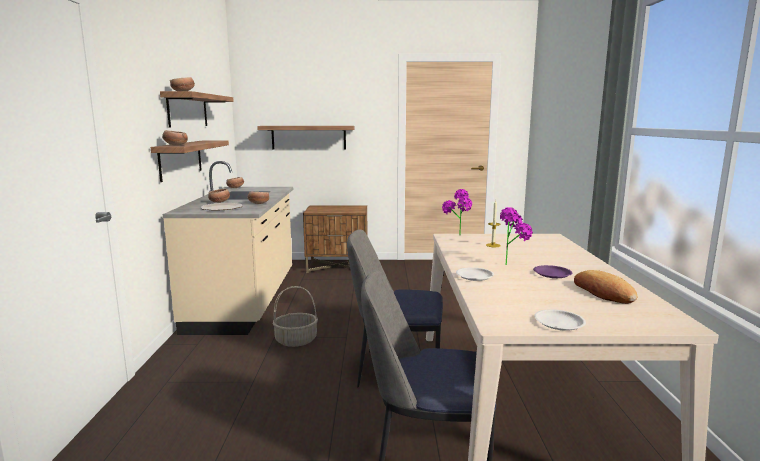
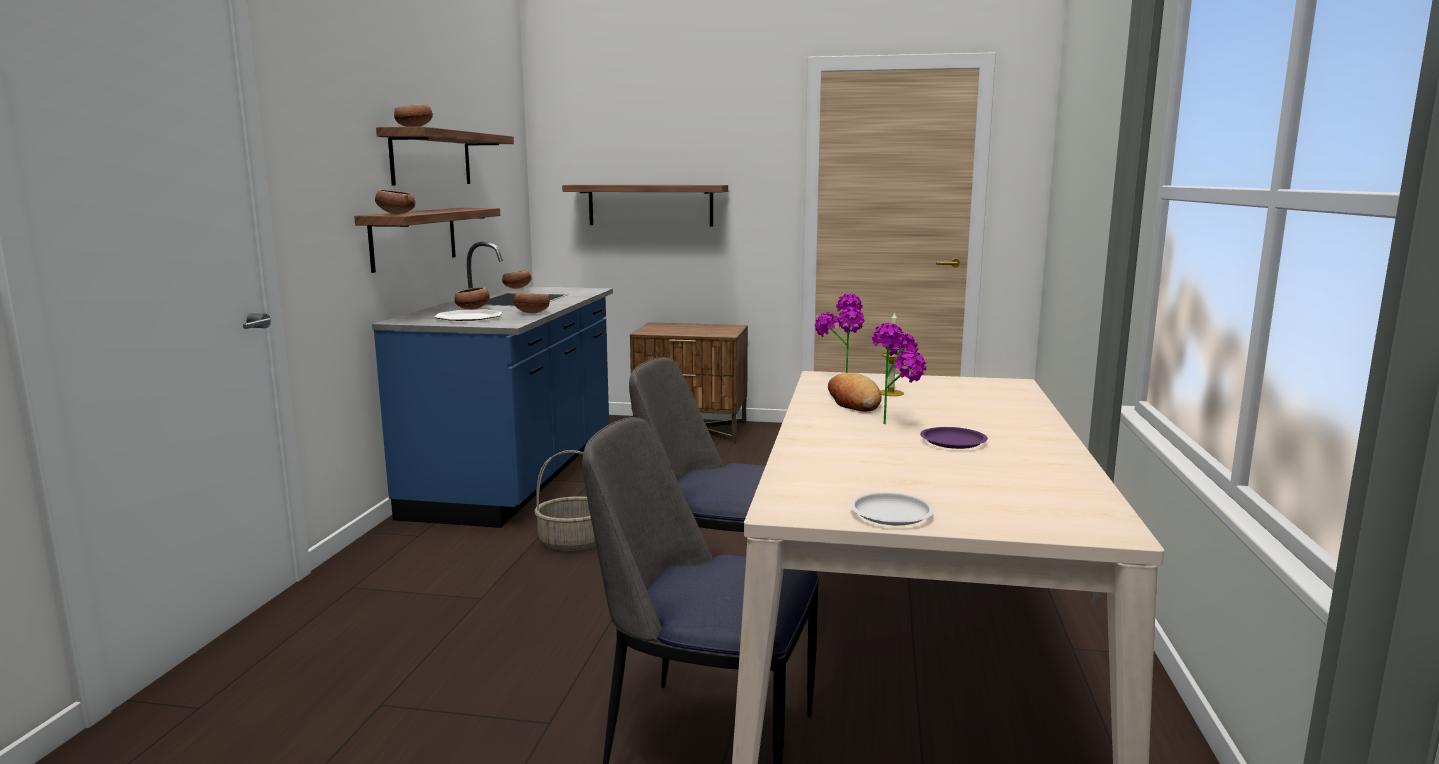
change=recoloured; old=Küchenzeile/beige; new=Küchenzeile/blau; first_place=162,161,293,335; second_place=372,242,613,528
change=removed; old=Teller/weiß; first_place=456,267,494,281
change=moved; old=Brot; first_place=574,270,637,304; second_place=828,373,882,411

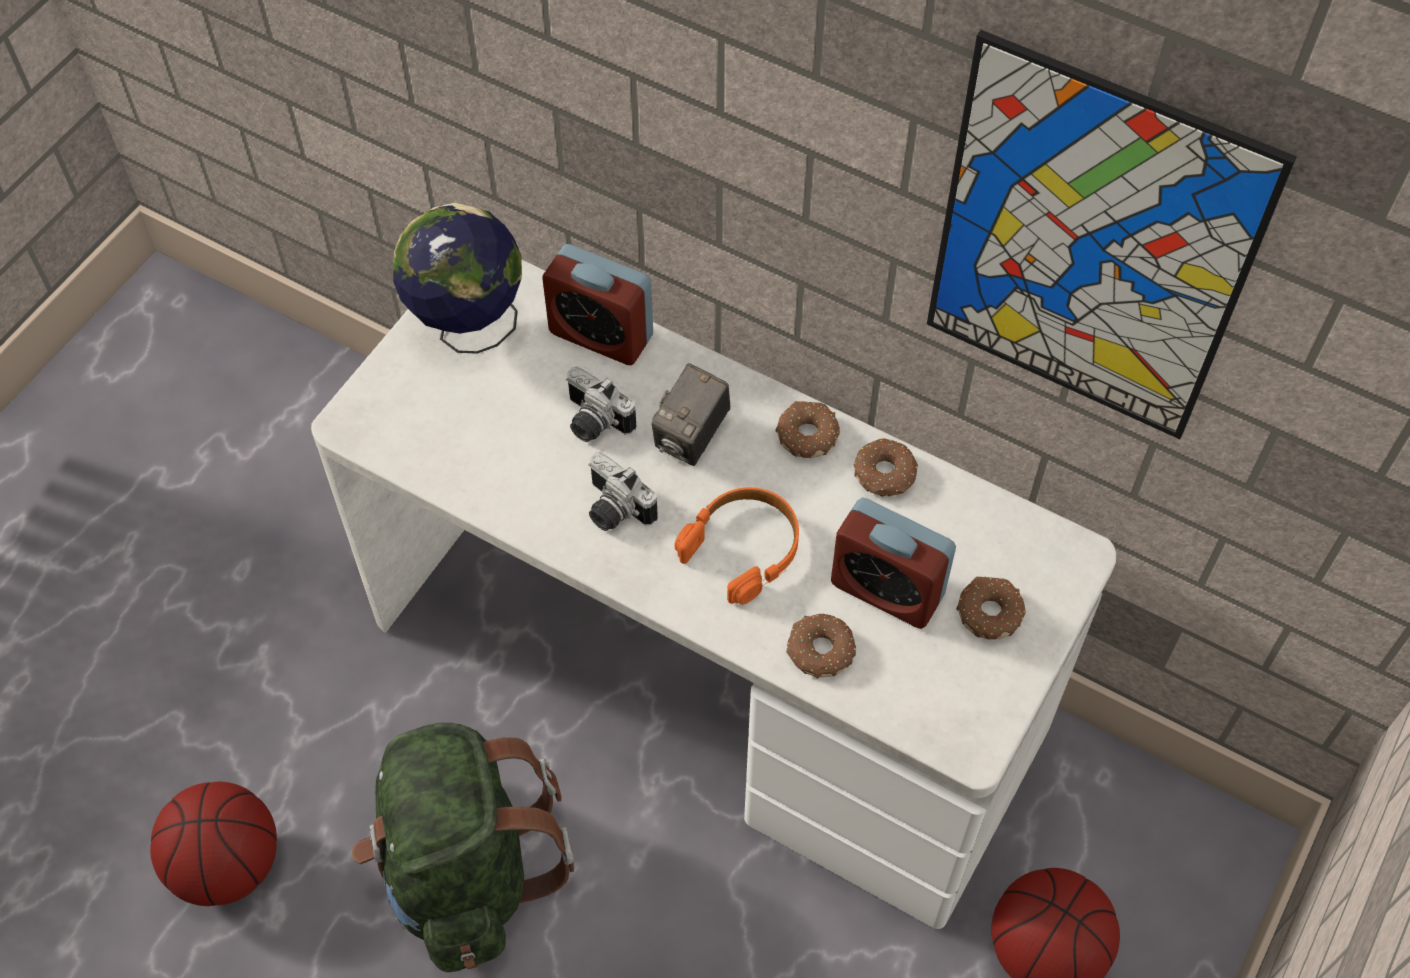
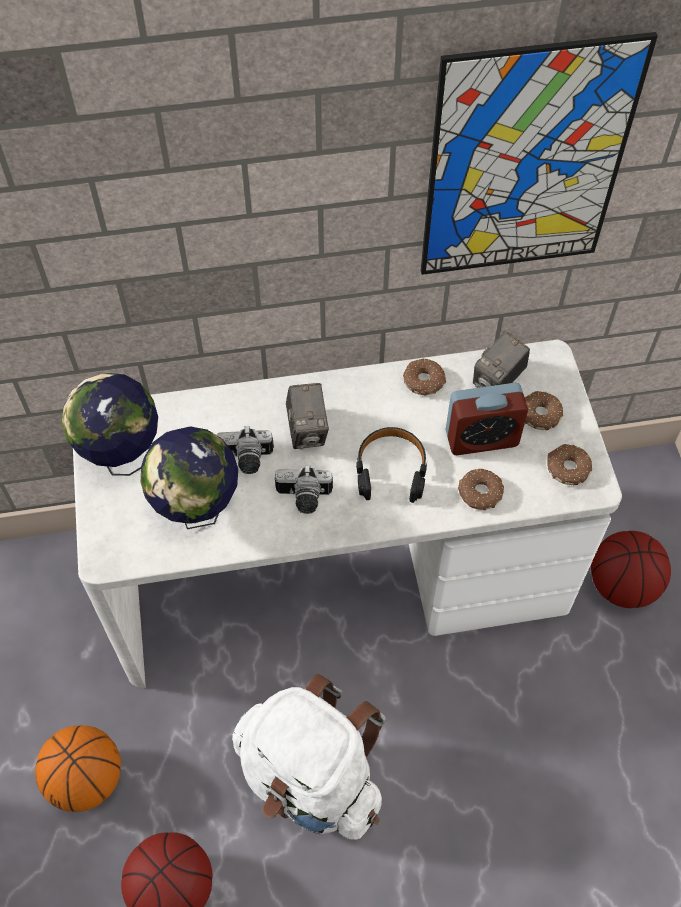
change=recoloured; old=Rucksack/grün; new=Rucksack/weiß; first_place=351,723,574,972; second_place=232,674,386,840
change=removed; old=Wecker; first_place=542,244,653,365
change=recoloured; old=Kopfhörer/orange; new=Kopfhörer/schwarz; first_place=675,487,799,605; second_place=356,427,427,503
change=moved; old=Donut; first_place=775,401,840,458; second_place=547,444,592,485
change=added; new=Basketball; second_place=35,725,121,812
change=added; new=Globus; second_place=140,426,238,529
change=added; new=Kamera; second_place=473,331,530,388

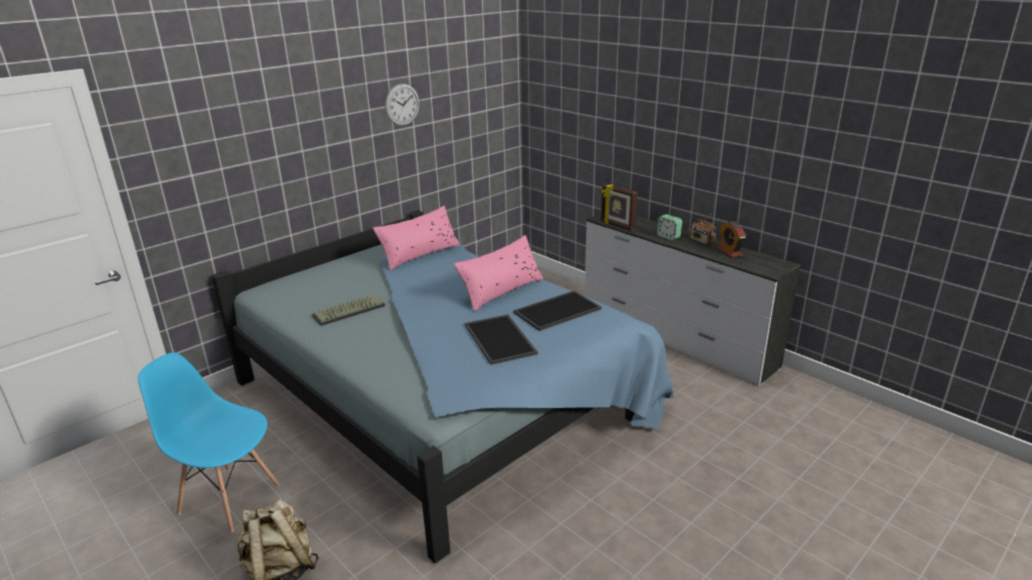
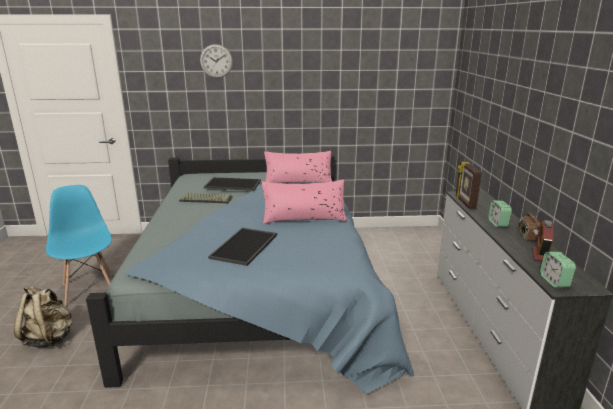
change=moved; old=Wanduhr; first_place=385,84,419,126; second_place=200,44,233,78
change=moved; old=Tablett; first_place=514,291,602,331; second_place=204,177,261,191
change=added; new=Wecker; second_place=540,252,576,288

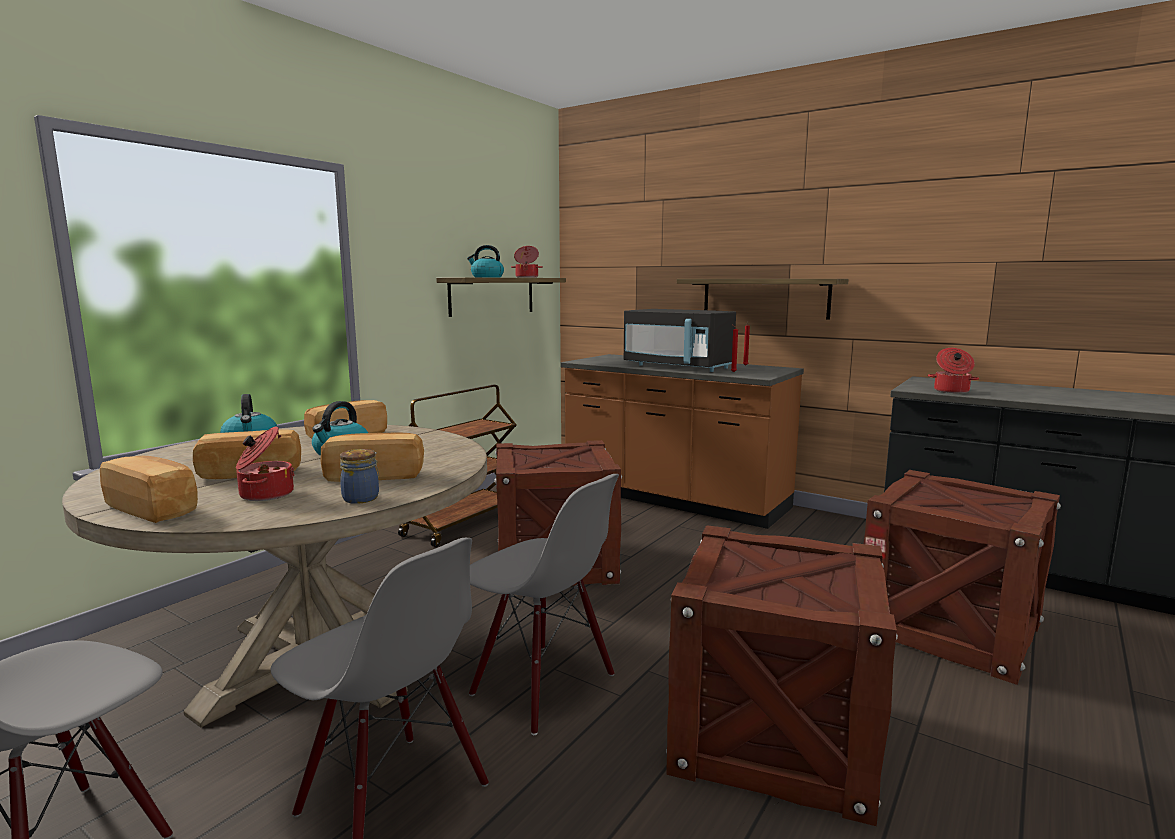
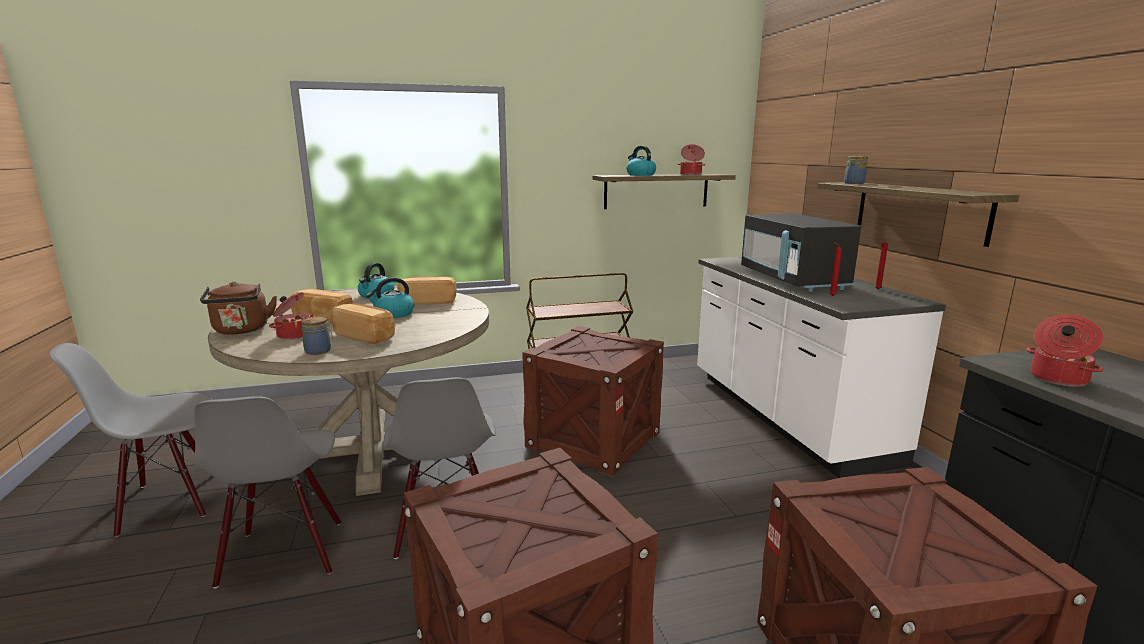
change=replaced; old=Brot; new=Wasserkessel/braun; first_place=100,456,198,523; second_place=200,282,277,335
change=recoloured; old=Küchenzeile/braun; new=Küchenzeile/weiß; first_place=560,354,804,529; second_place=697,257,946,478
change=added; new=Vorratsglas; second_place=844,156,868,184

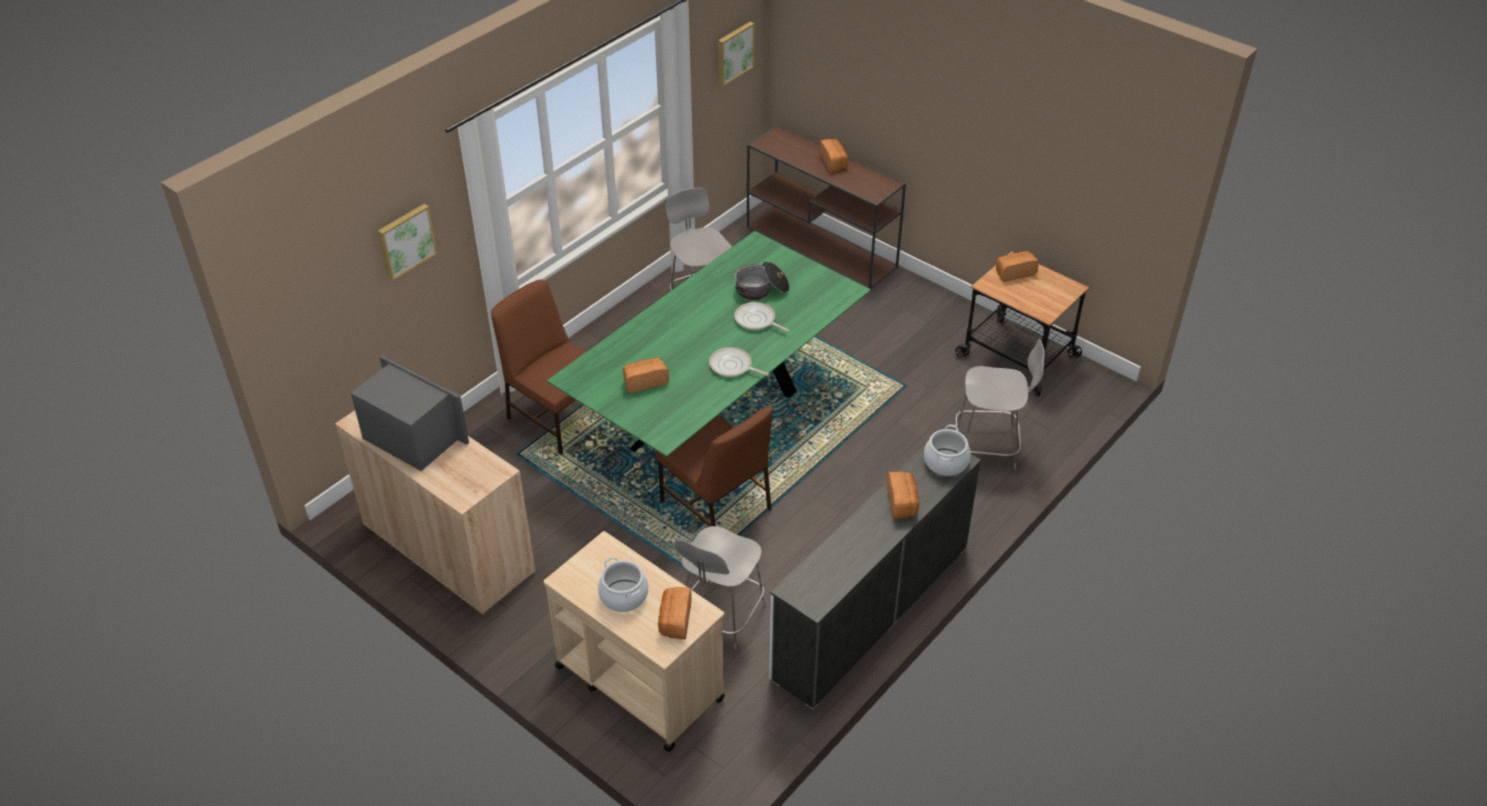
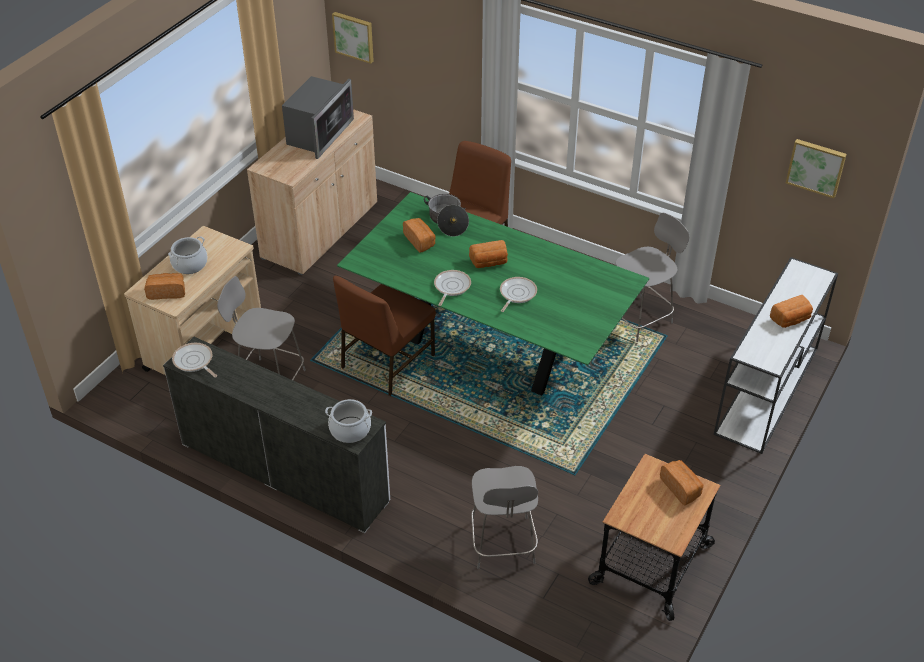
change=moved; old=Bild; first_place=378,204,437,281; second_place=332,12,374,64
change=moved; old=Kochtopf; first_place=735,262,790,300; second_place=424,194,469,237
change=recoloured; old=Konsolentisch/braun; new=Konsolentisch/weiß; first_place=747,125,906,289; second_place=714,257,838,454
change=moved; old=Brot; first_place=887,472,919,519; second_place=469,240,508,268
change=added; new=Pfanne; second_place=172,343,217,378

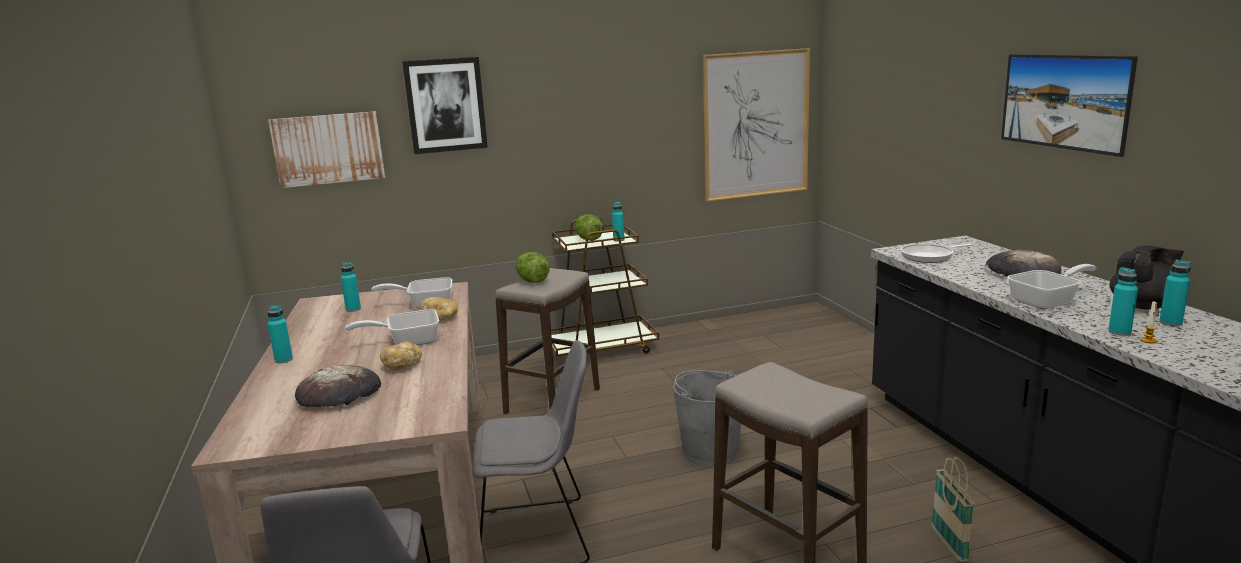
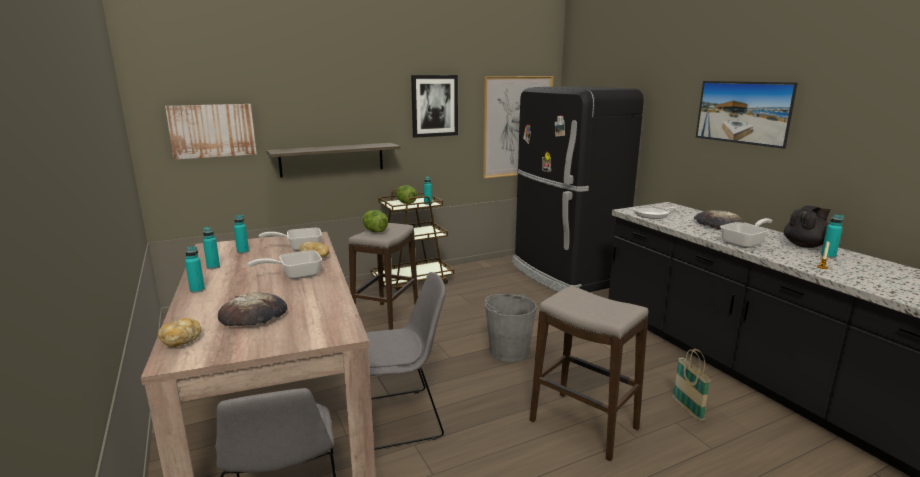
change=moved; old=Brot; first_place=380,341,422,370; second_place=158,318,201,347
change=moved; old=Bild; first_place=402,57,488,154; second_place=411,75,458,138
change=moved; old=Flasche/türkis; first_place=1108,267,1138,336; second_place=203,227,220,269
change=added; new=Wandregal; second_place=266,143,400,178
change=added; new=Kühlschrank/schwarz; second_place=512,86,644,292

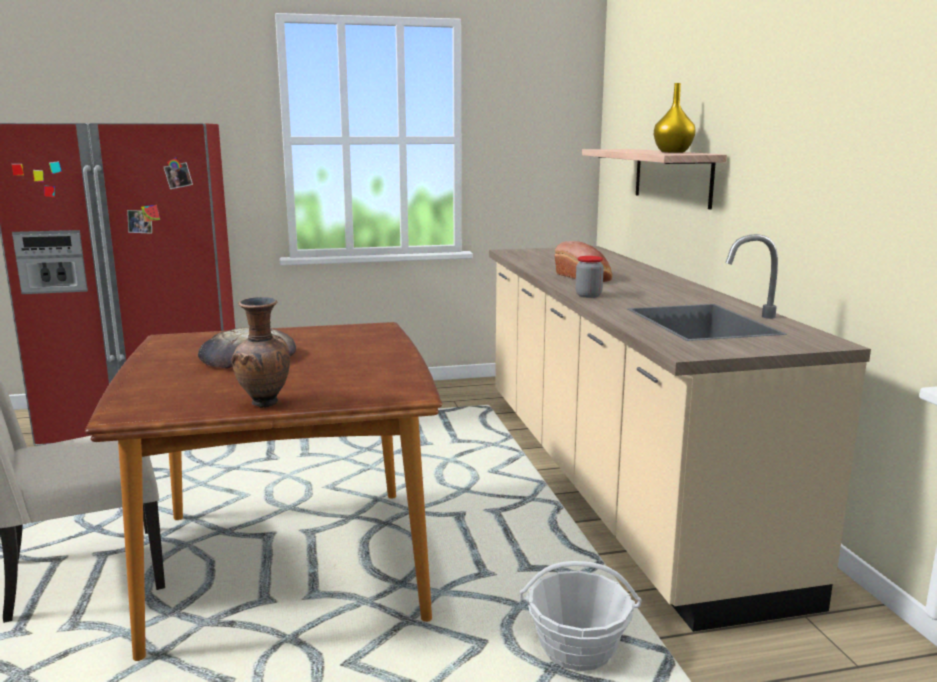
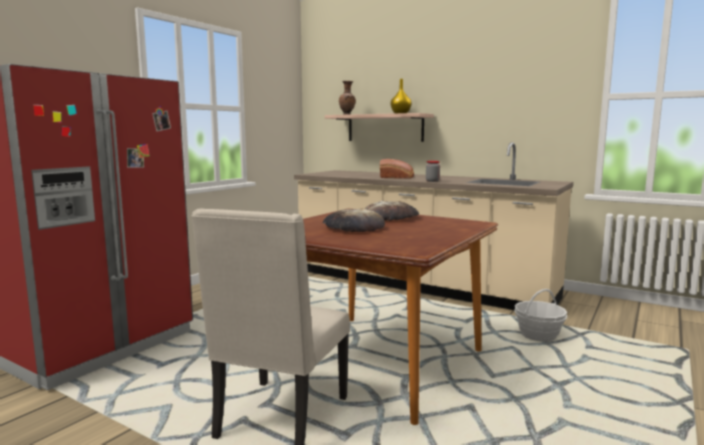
change=moved; old=Vase/braun; first_place=231,297,290,408; second_place=339,81,356,115
change=added; new=Brot; second_place=365,201,419,221

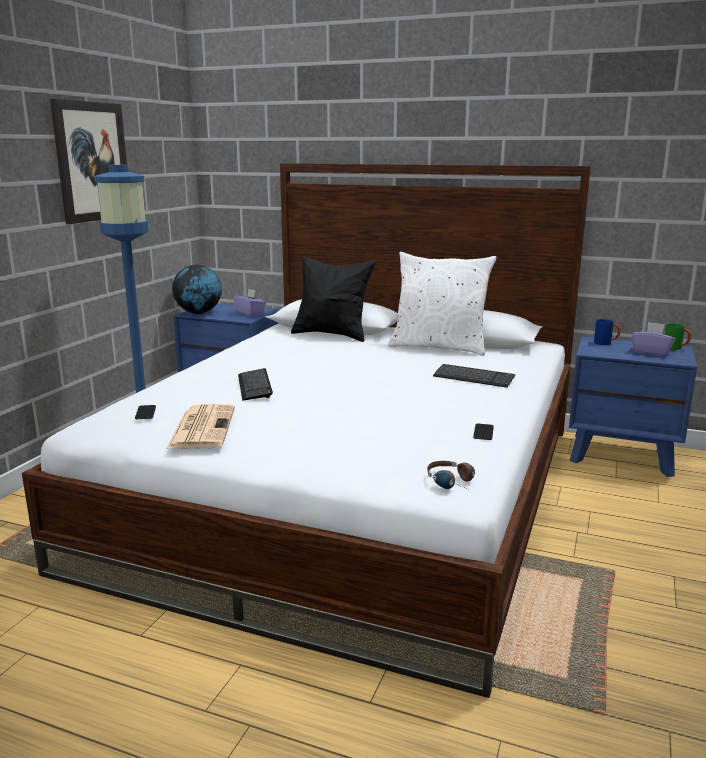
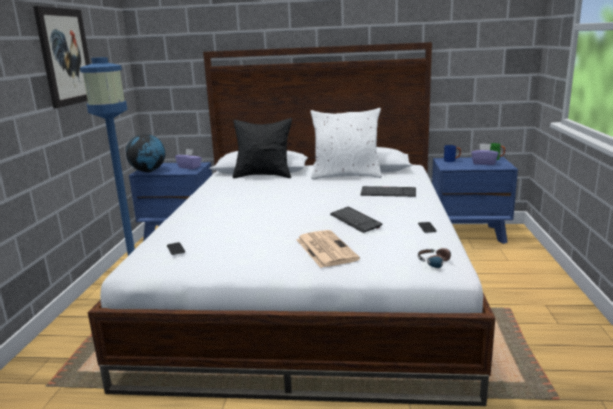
change=moved; old=Zeitung; first_place=167,404,235,449; second_place=296,230,360,268
change=moved; old=Tastatur; first_place=238,368,273,401; second_place=330,207,383,233

